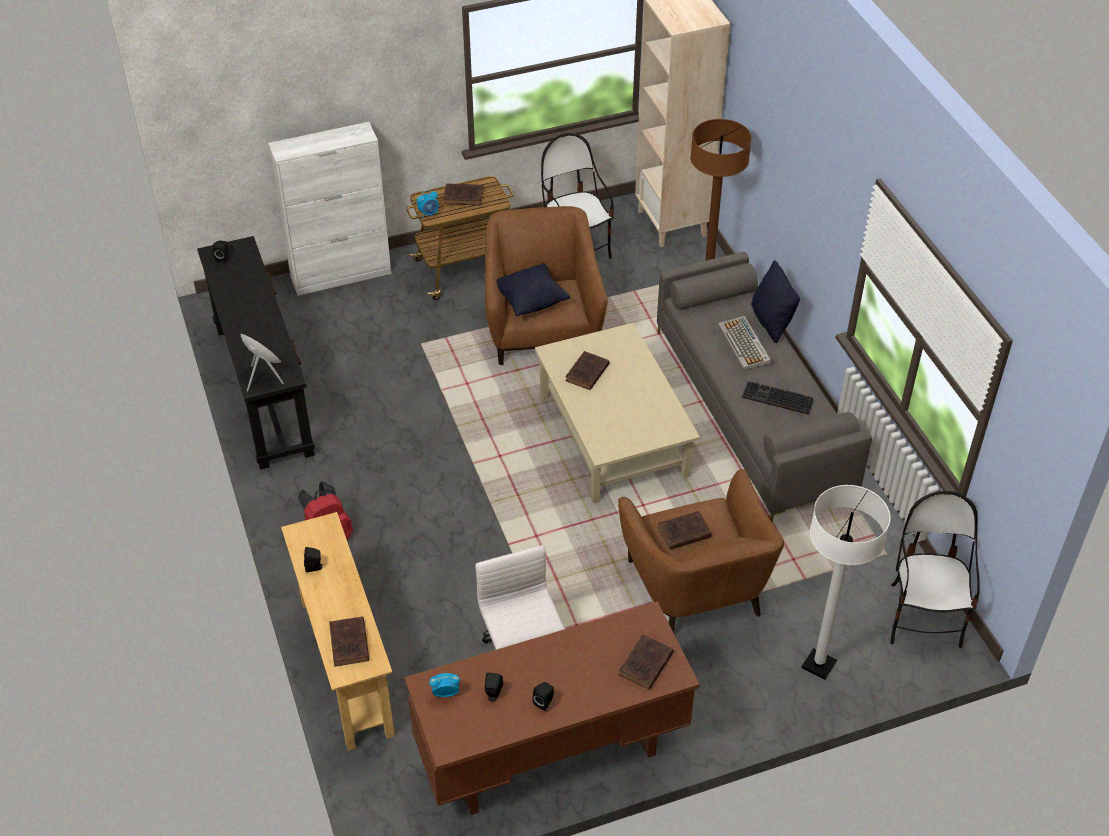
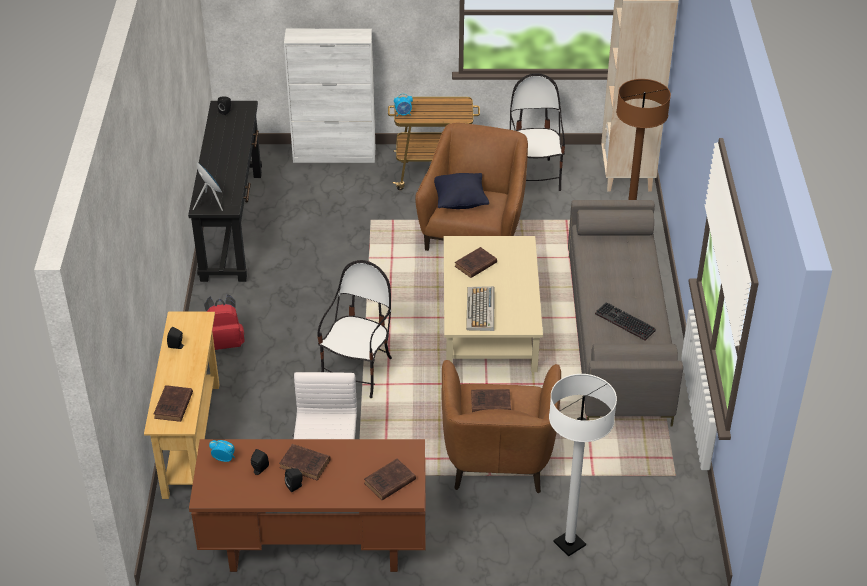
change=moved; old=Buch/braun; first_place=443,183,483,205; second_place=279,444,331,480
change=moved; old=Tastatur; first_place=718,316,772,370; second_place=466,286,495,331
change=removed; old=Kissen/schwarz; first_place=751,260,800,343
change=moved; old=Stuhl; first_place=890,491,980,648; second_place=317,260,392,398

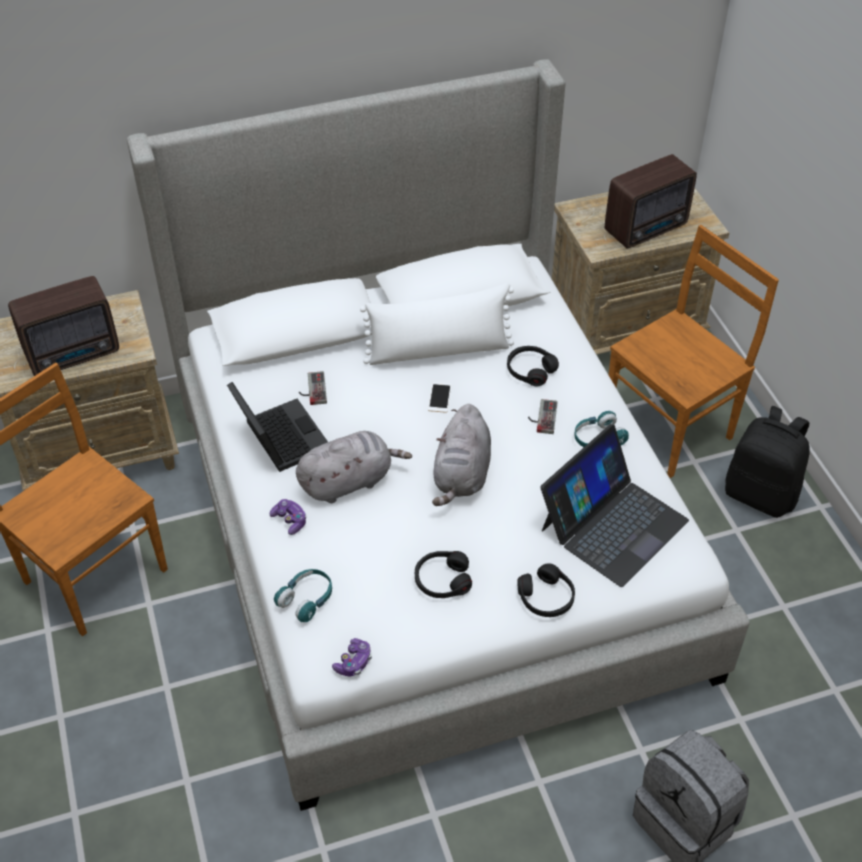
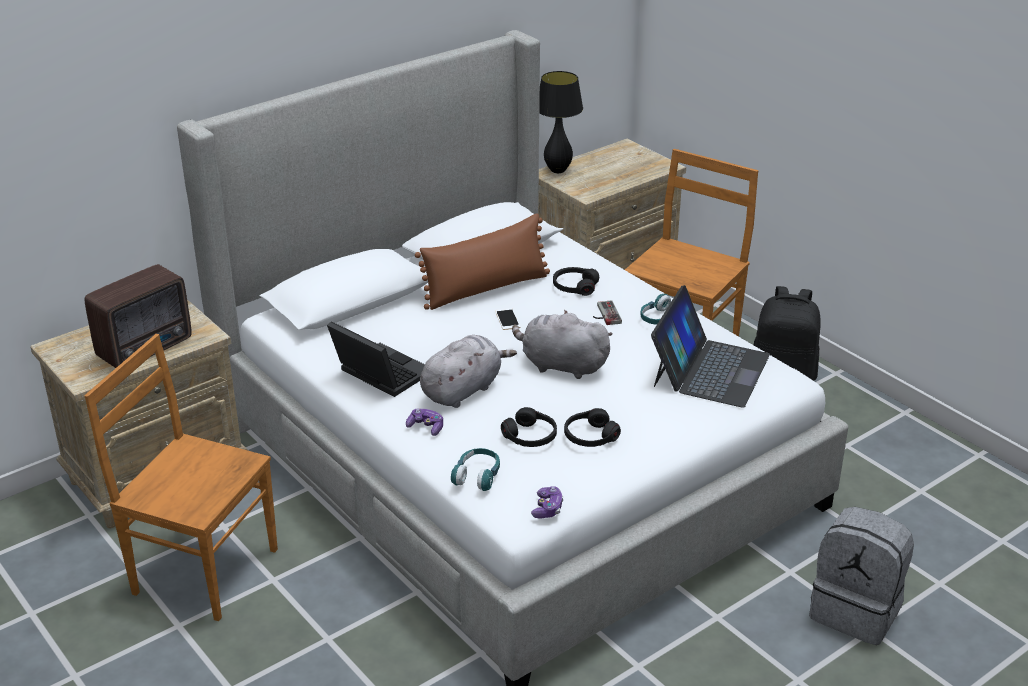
change=removed; old=Gamepad; first_place=299,371,327,405
change=recoloured; old=Kissen/weiß; new=Kissen/braun; first_place=360,283,514,365; second_place=415,213,550,310
change=turned; old=Plüschtier/grau; first_place=432,404,491,506; second_place=512,310,613,379; degrees=120
change=moved; old=Kopfhörer/schwarz; first_place=518,563,575,617; second_place=501,407,557,447
change=removed; old=Radio; first_place=605,154,697,249
change=added; new=Tischlampe/schwarz; second_place=539,71,583,173

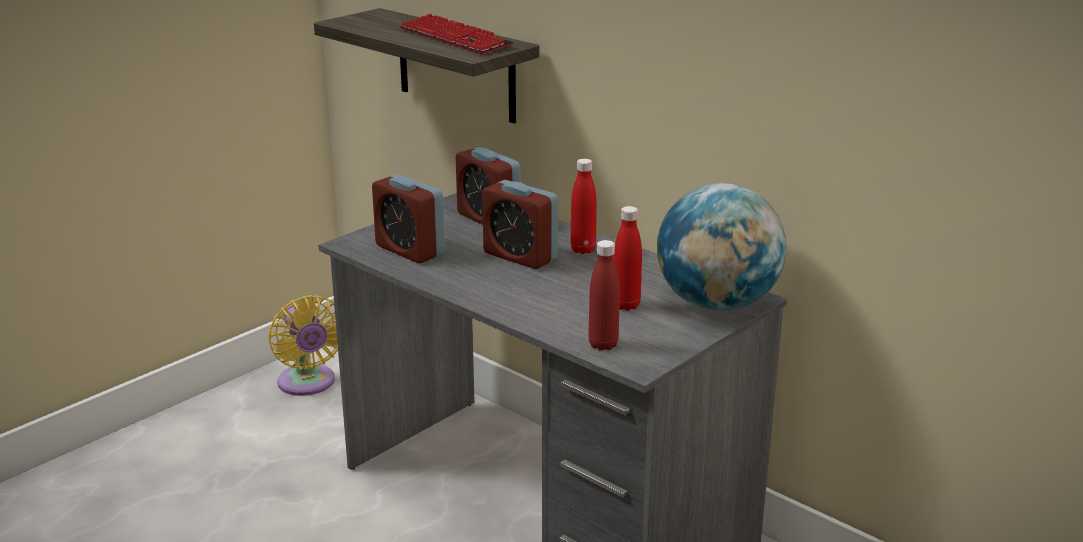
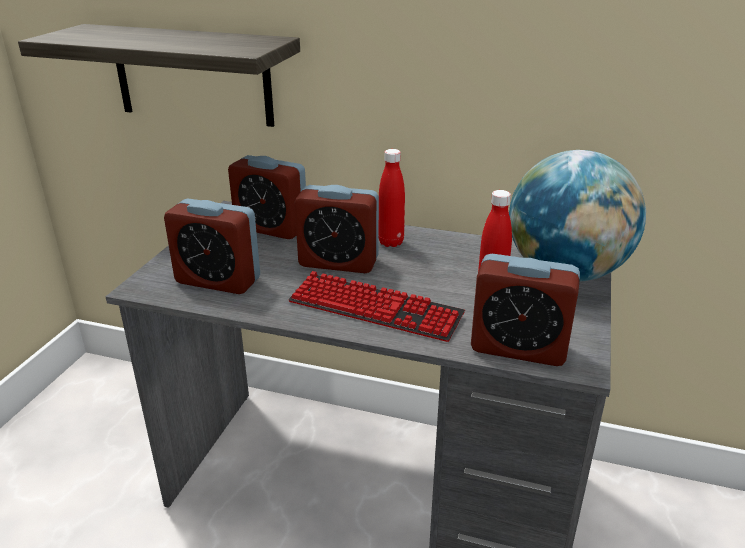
change=removed; old=Ventilator/gelb; first_place=268,295,338,396
change=moved; old=Tastatur; first_place=400,14,514,54; second_place=288,271,465,342
change=replaced; old=Flasche/rot; new=Wecker; first_place=589,240,620,351; second_place=471,254,580,366

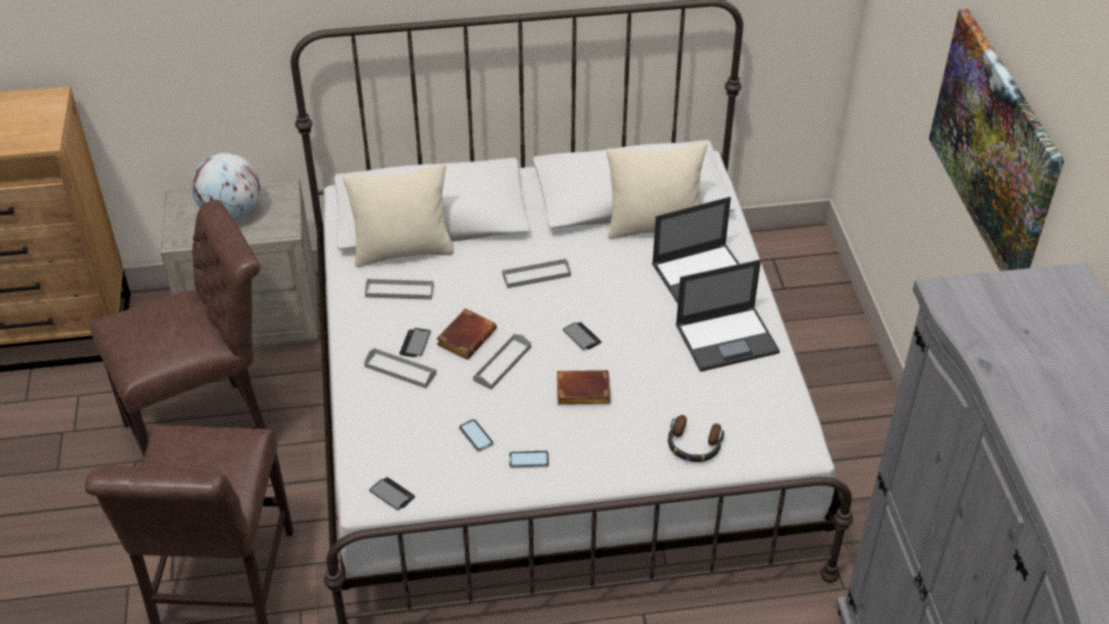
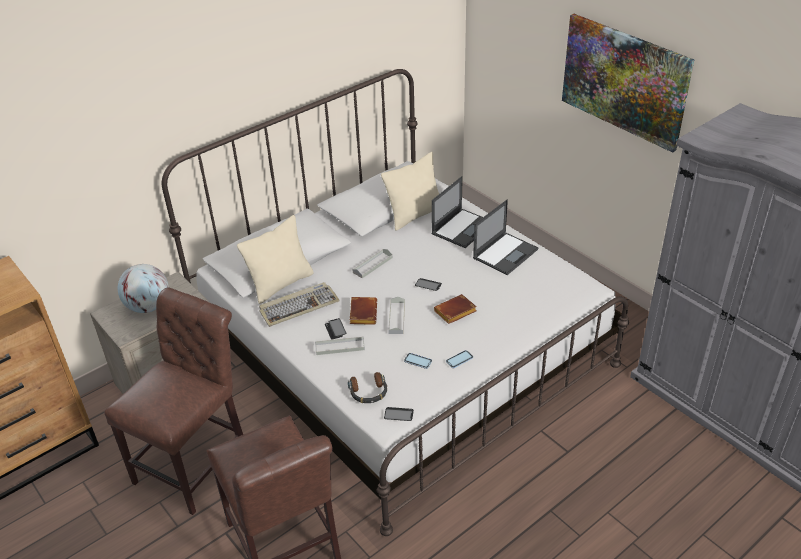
change=replaced; old=Tablett/grau; new=Tastatur; first_place=365,278,434,300; second_place=259,282,340,327
change=moved; old=Kopfhörer; first_place=668,415,724,462; second_place=348,372,387,403

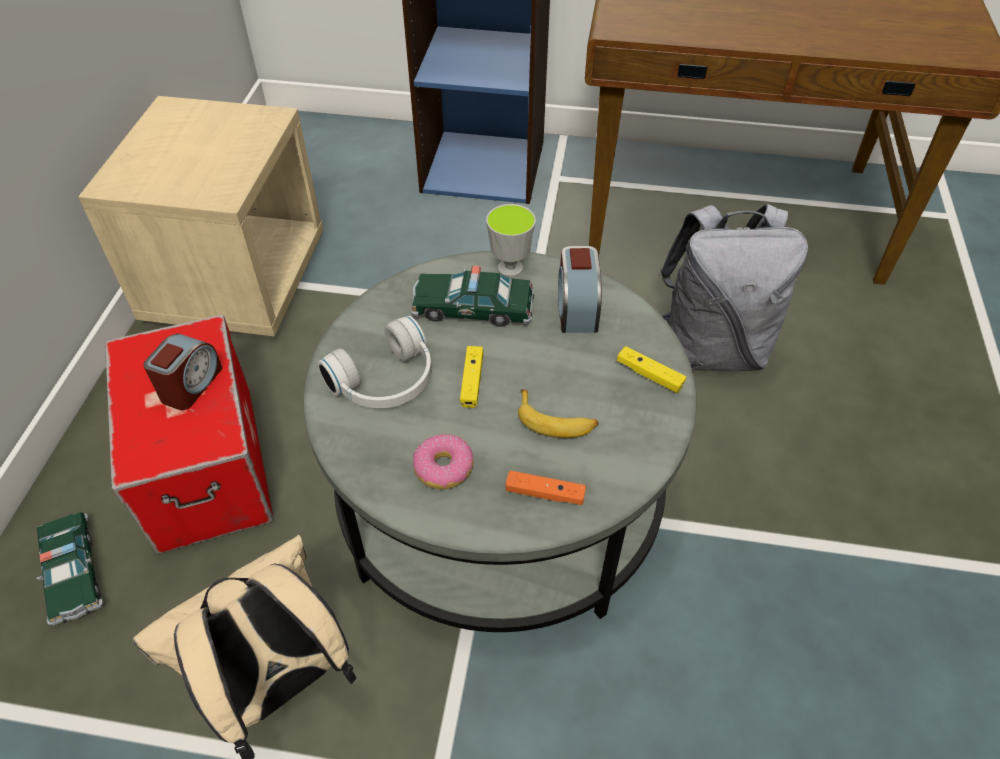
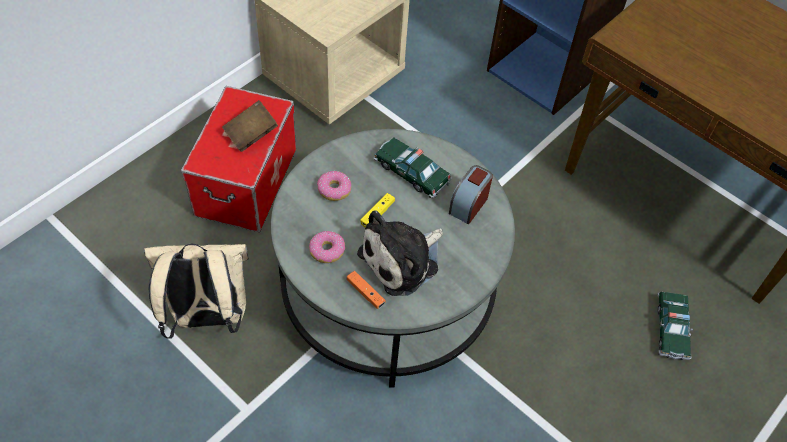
change=moved; old=Spielzeugauto; first_place=36,512,103,626; second_place=657,292,693,360
change=replaced; old=Wecker; new=Buch/braun; first_place=143,334,223,410; second_place=222,100,278,152
change=replaced; old=Kopfhörer/weiß; new=Donut; first_place=317,316,431,408; second_place=317,171,351,201
change=removed; old=Tasse; first_place=486,204,536,277
change=replaced; old=Banane; new=Plüschtier; first_place=518,389,599,438; second_place=357,210,443,296
change=removed; old=Gamepad/gelb; first_place=617,346,686,393
change=removed; old=Rucksack/grau; first_place=659,204,808,371

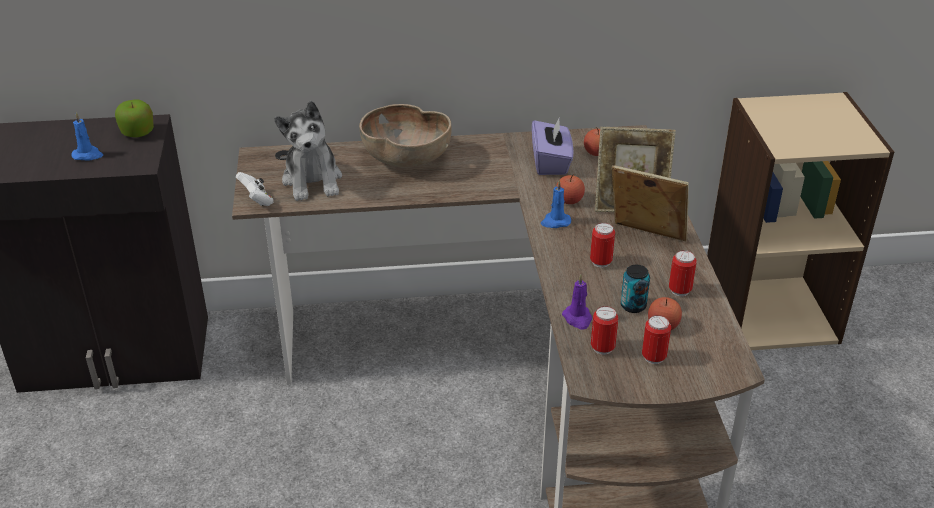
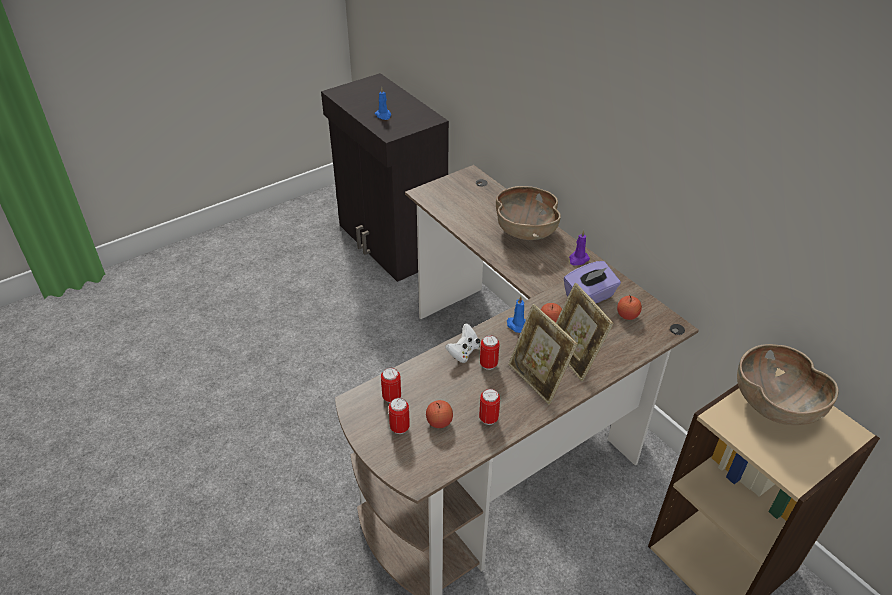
change=removed; old=Apfel; first_place=115,100,154,138
change=moved; old=Gamepad/weiß; first_place=236,172,273,206; second_place=445,324,480,363
change=removed; old=Plüschtier; first_place=274,100,342,201
change=moved; old=Kerze/lila; first_place=562,274,592,330; second_place=569,230,590,266
change=turned; old=Bilderrahmen; first_place=612,165,689,241; second_place=508,304,578,404; degrees=150
change=removed; old=Dose; first_place=620,265,650,313
change=added; new=Schüssel/braun; second_place=737,344,839,425

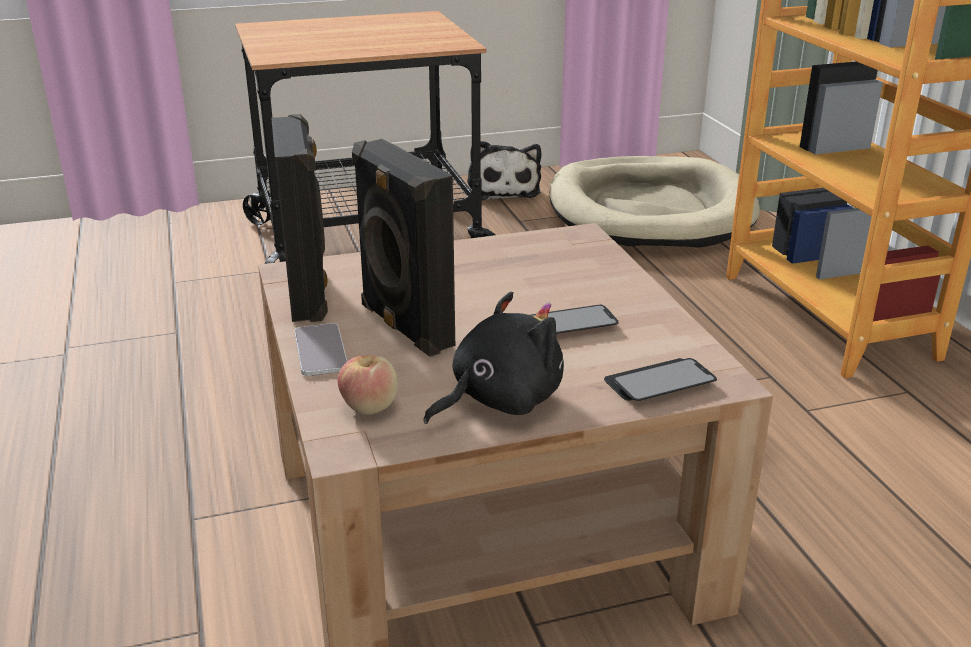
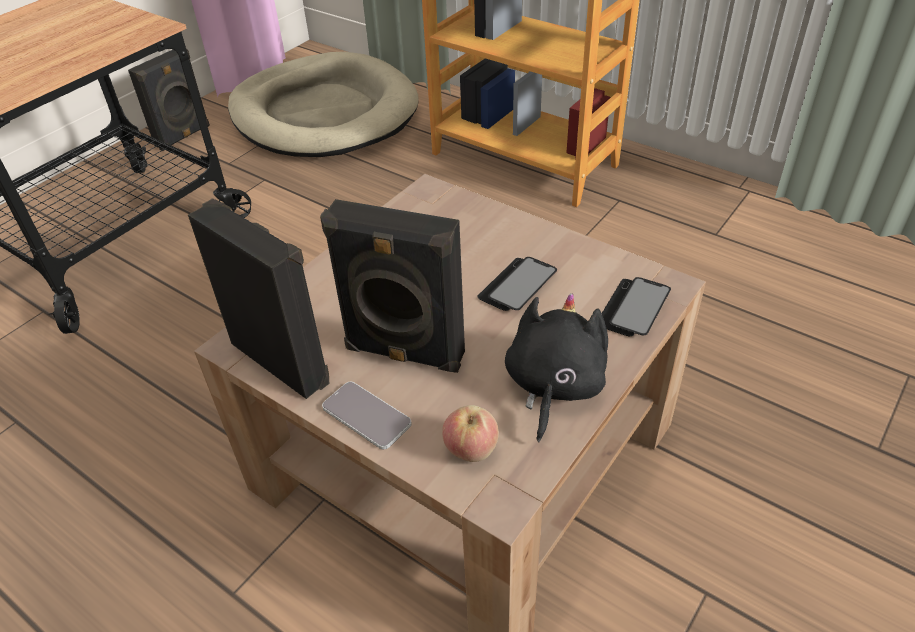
change=replaced; old=Plüschtier; new=Lautsprecher/schwarz; first_place=467,141,541,201; second_place=128,49,210,151

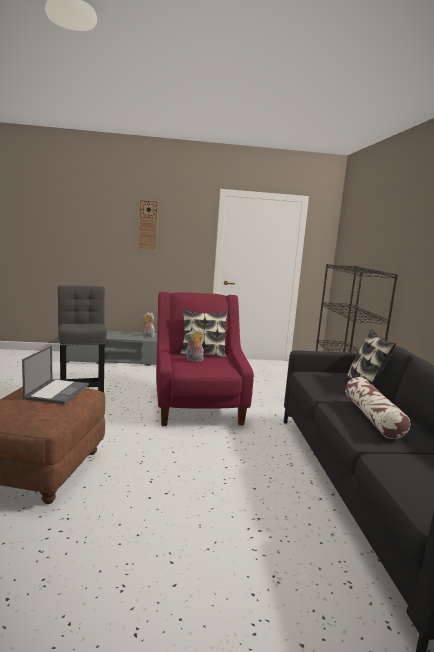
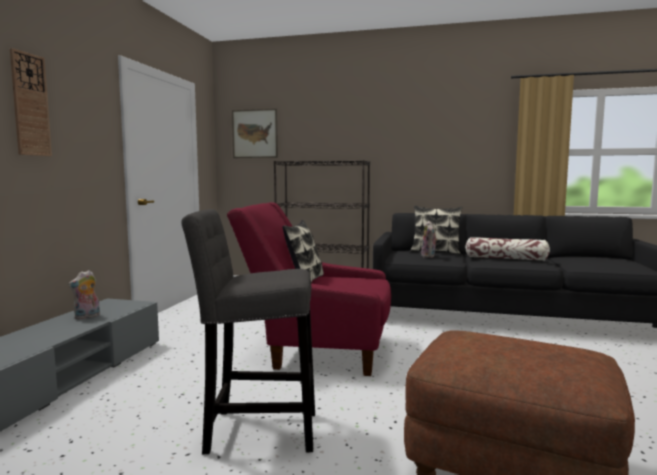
change=removed; old=Laptop; first_place=22,345,89,405
change=moved; old=Plüschtier; first_place=185,328,204,361; second_place=421,221,438,258
change=added; new=Bild; second_place=232,109,278,158

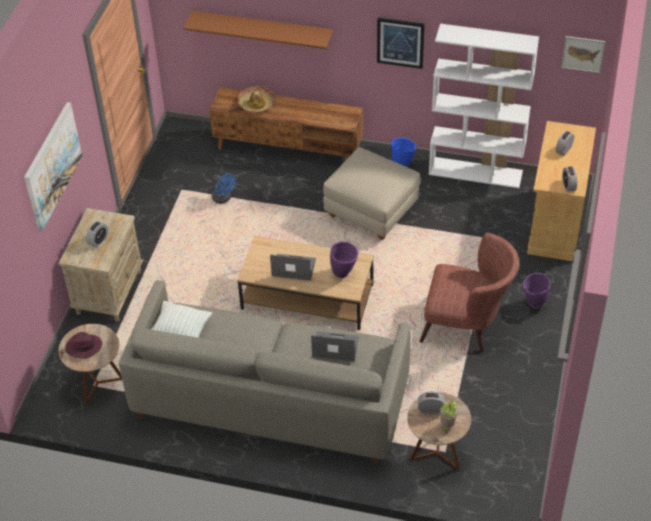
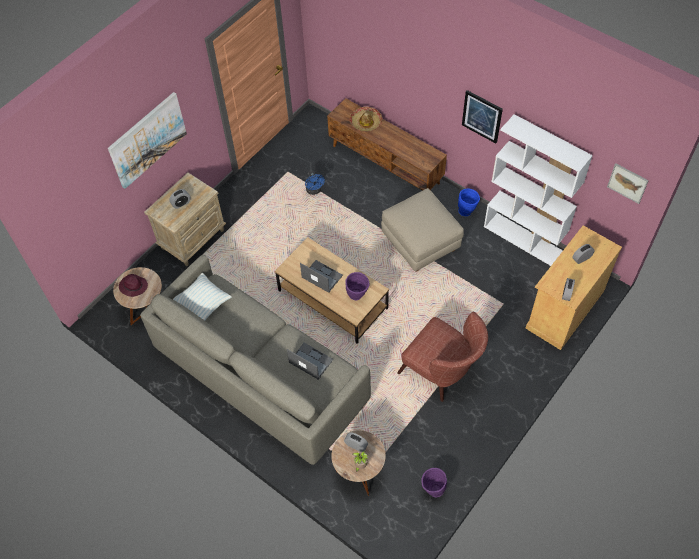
change=removed; old=Wandregal/braun; first_place=183,11,333,49
change=moved; old=Vase/lila; first_place=523,273,550,309; second_place=421,468,447,497

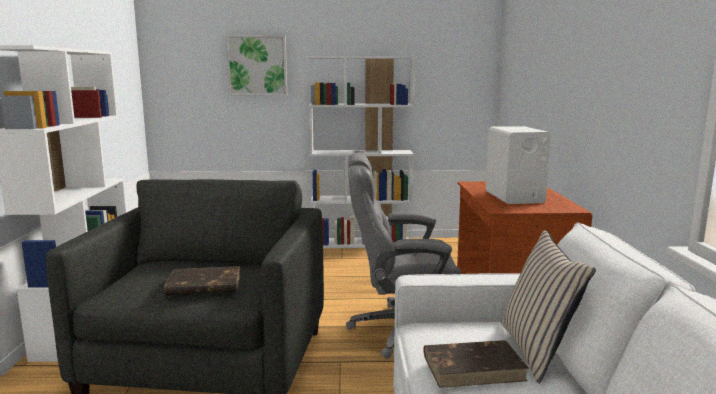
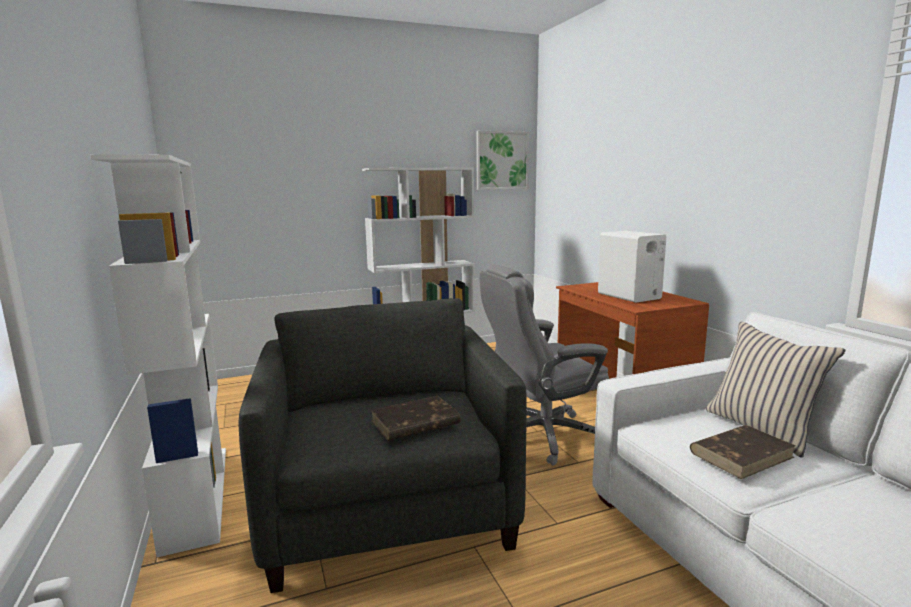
change=moved; old=Bild; first_place=225,35,287,96; second_place=476,131,529,190

